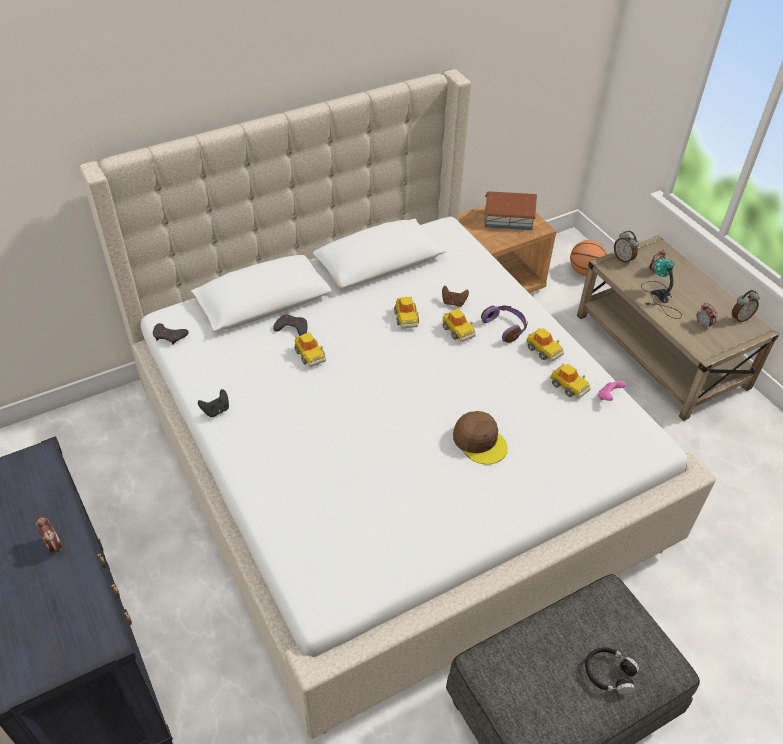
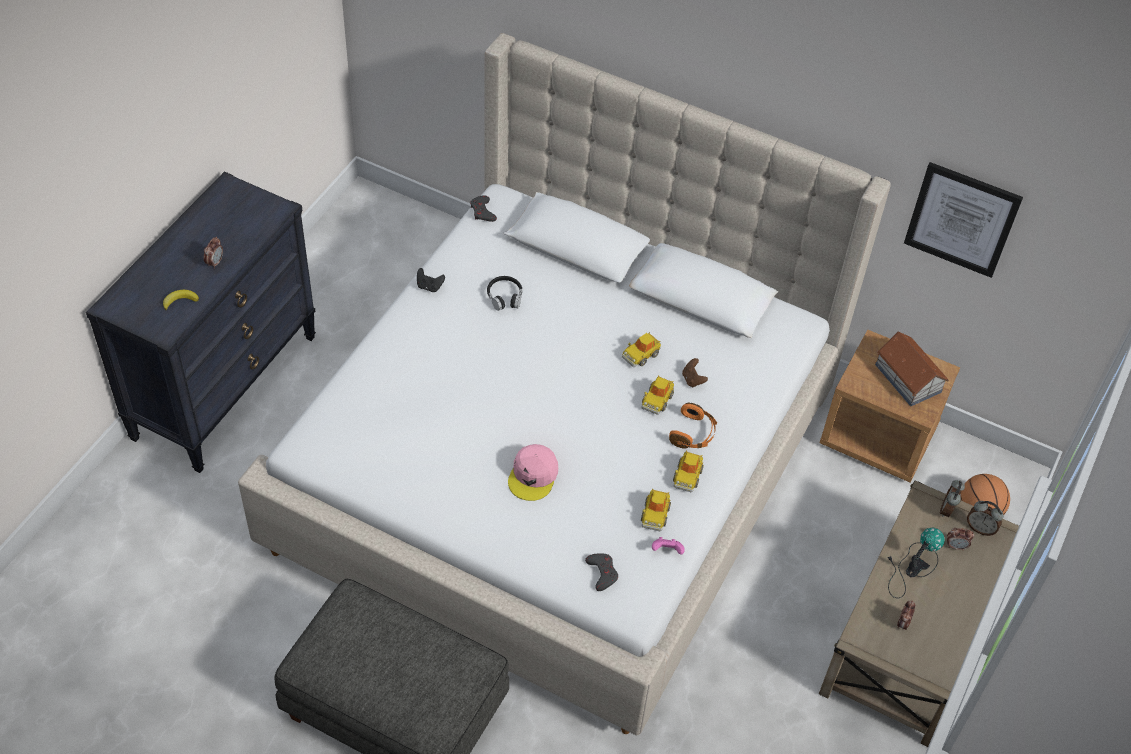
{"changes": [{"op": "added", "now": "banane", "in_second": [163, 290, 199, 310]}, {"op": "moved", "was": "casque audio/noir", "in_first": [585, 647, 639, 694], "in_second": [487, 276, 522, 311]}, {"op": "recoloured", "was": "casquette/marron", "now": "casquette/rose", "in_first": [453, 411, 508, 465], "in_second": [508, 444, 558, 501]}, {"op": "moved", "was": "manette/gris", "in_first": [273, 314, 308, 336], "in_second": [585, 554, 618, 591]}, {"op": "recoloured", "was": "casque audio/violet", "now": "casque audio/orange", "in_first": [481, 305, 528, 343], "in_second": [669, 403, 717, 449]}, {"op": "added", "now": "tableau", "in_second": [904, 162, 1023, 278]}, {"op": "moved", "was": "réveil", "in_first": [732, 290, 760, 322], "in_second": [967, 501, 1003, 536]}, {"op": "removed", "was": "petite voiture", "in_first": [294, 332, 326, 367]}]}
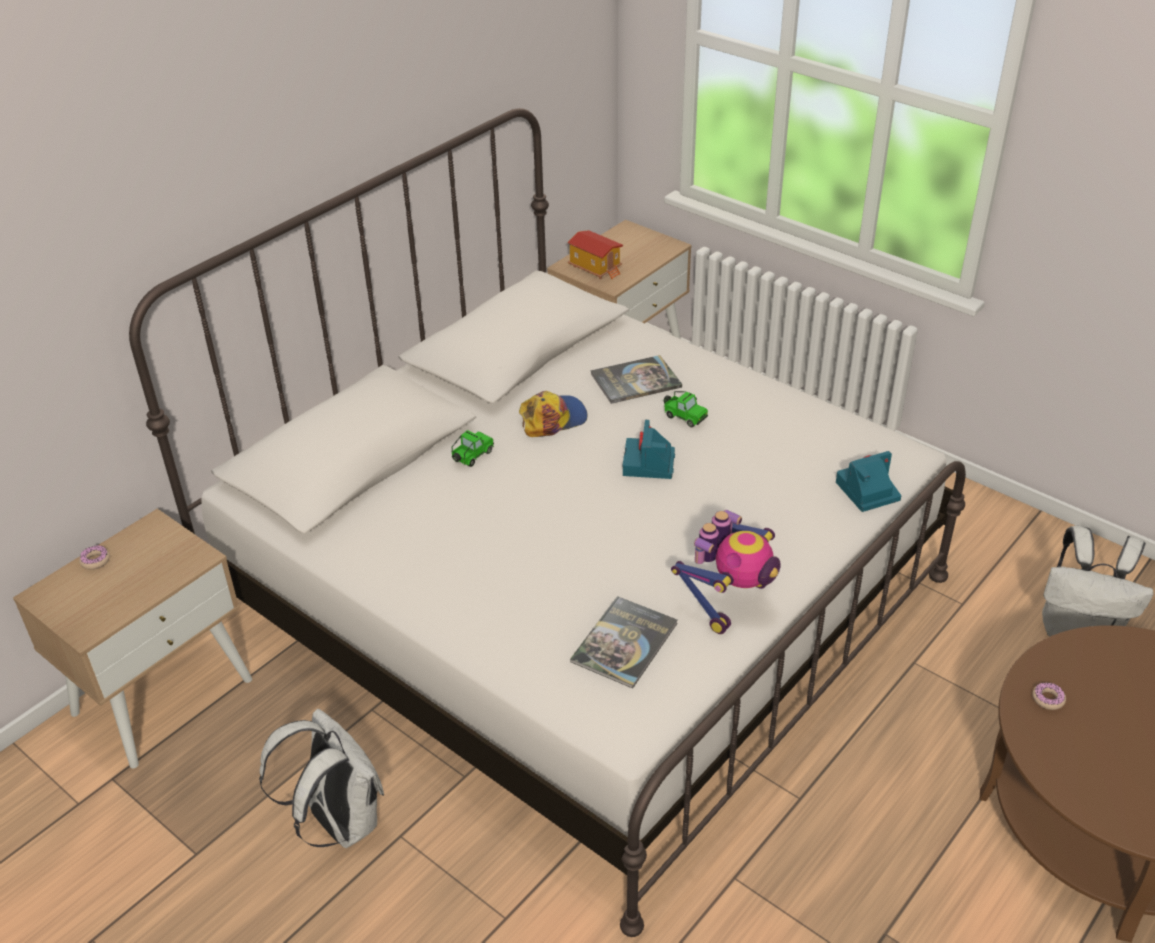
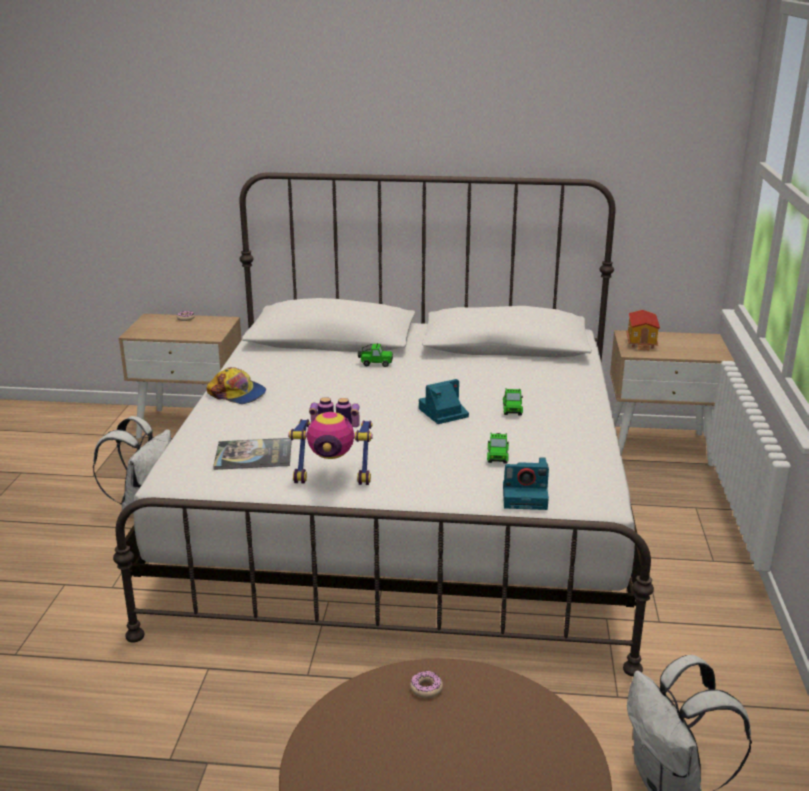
{"changes": [{"op": "moved", "was": "casquette", "in_first": [519, 391, 587, 437], "in_second": [206, 367, 266, 404]}, {"op": "added", "now": "petite voiture", "in_second": [487, 432, 509, 464]}, {"op": "turned", "was": "appareil photo", "in_first": [836, 451, 901, 512], "in_second": [503, 457, 549, 510], "clockwise": 150}, {"op": "removed", "was": "livre", "in_first": [590, 355, 682, 404]}]}
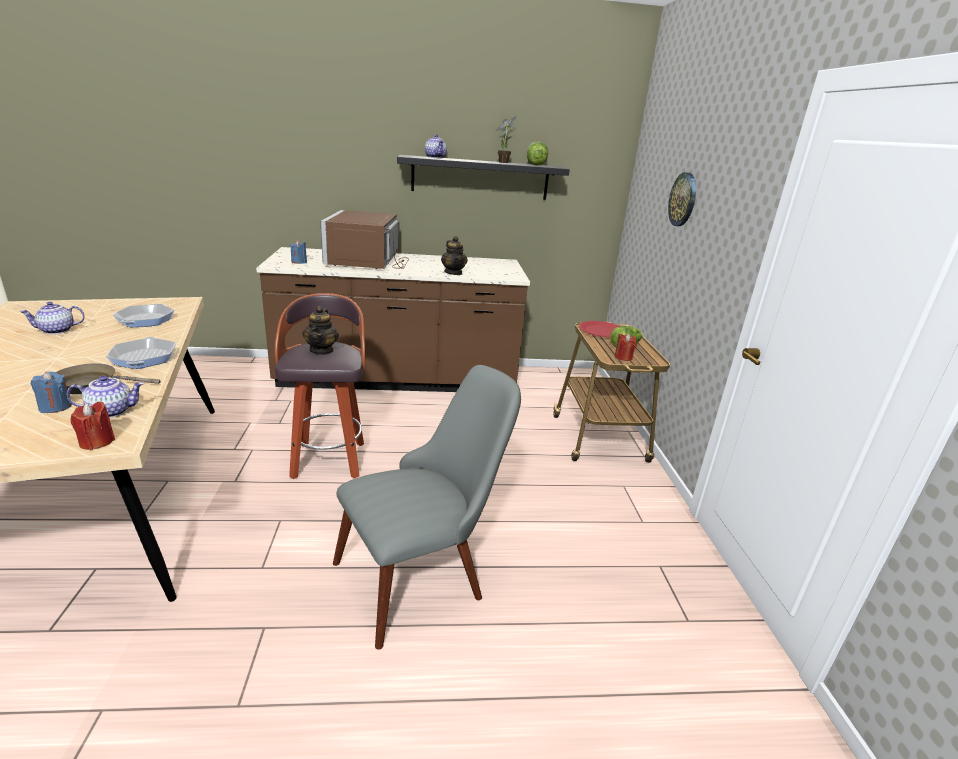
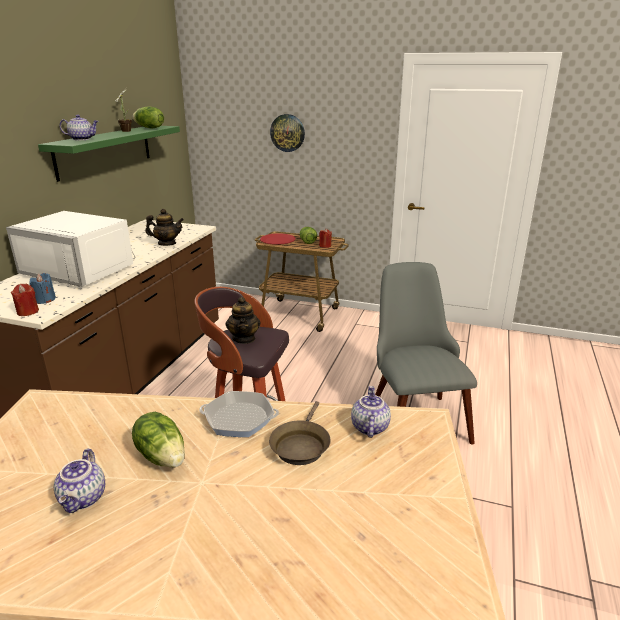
{"changes": [{"op": "recoloured", "was": "micro-ondes/marron", "now": "micro-ondes/blanc", "in_first": [321, 210, 409, 269], "in_second": [6, 211, 135, 287]}, {"op": "moved", "was": "bougie/rouge", "in_first": [71, 401, 115, 450], "in_second": [11, 284, 39, 316]}, {"op": "recoloured", "was": "étagère/noir", "now": "étagère/vert", "in_first": [397, 155, 570, 200], "in_second": [38, 126, 180, 182]}, {"op": "added", "now": "laitue", "in_second": [132, 412, 185, 467]}, {"op": "turned", "was": "théière", "in_first": [303, 306, 339, 355], "in_second": [225, 297, 261, 344], "clockwise": 60}, {"op": "removed", "was": "bougie/bleu", "in_first": [30, 372, 72, 413]}, {"op": "removed", "was": "poêle", "in_first": [112, 304, 174, 327]}]}
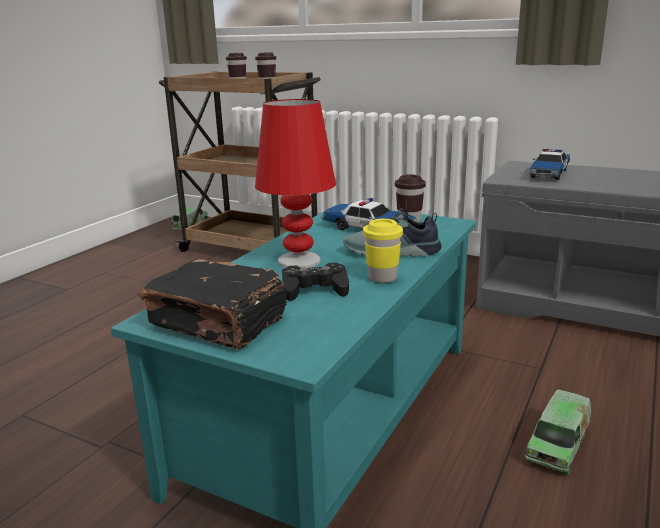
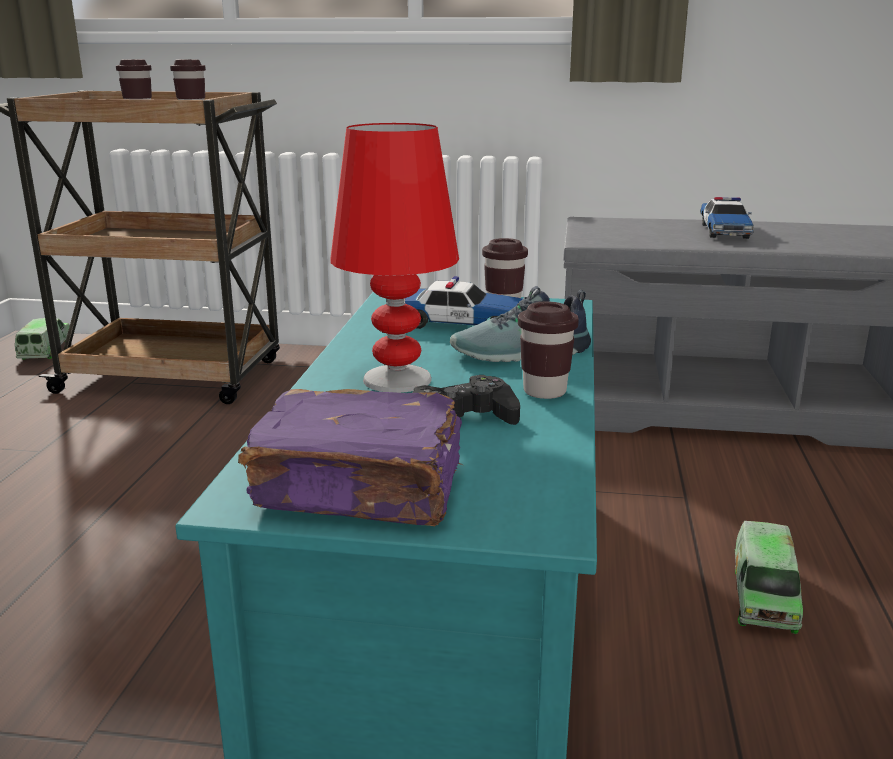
{"changes": [{"op": "recoloured", "was": "livre/noir", "now": "livre/violet", "in_first": [138, 259, 287, 349], "in_second": [238, 389, 463, 526]}, {"op": "recoloured", "was": "tasse/jaune", "now": "tasse/marron", "in_first": [363, 219, 403, 283], "in_second": [518, 302, 579, 399]}, {"op": "moved", "was": "petite voiture", "in_first": [529, 149, 570, 180], "in_second": [700, 197, 754, 239]}]}
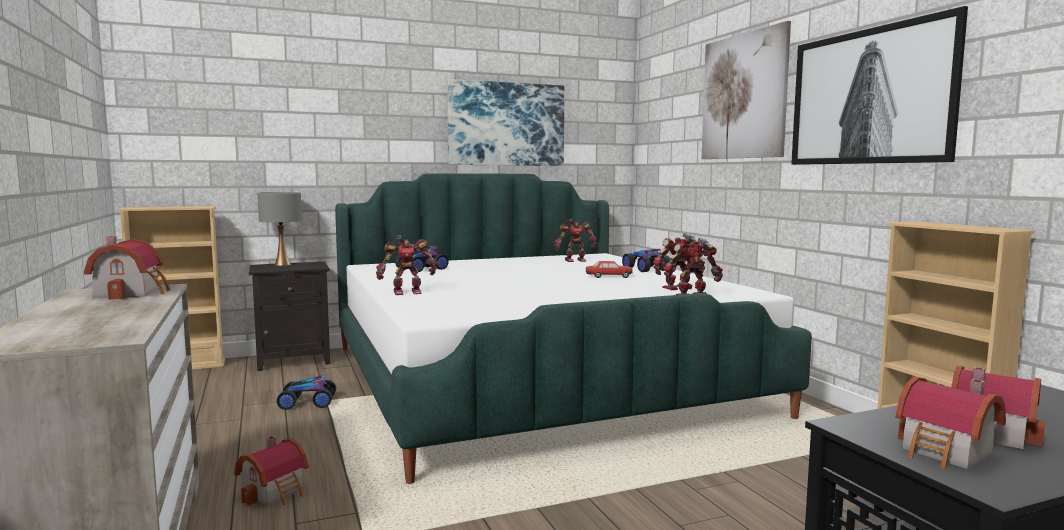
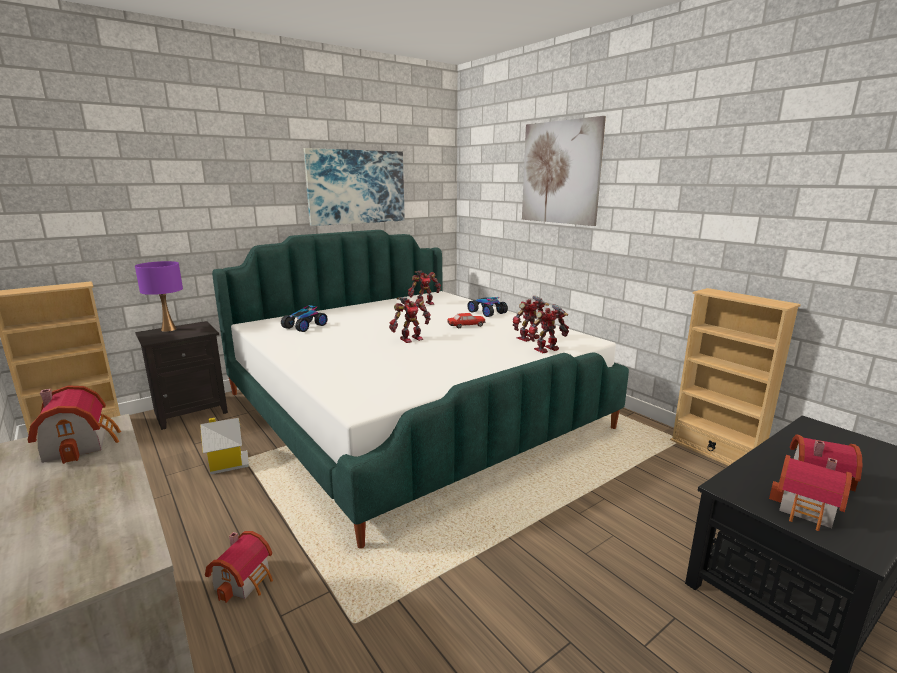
{"changes": [{"op": "recoloured", "was": "lampe de table/gris", "now": "lampe de table/violet", "in_first": [257, 192, 302, 266], "in_second": [135, 261, 183, 332]}, {"op": "replaced", "was": "petite voiture", "now": "maison miniature", "in_first": [277, 375, 336, 410], "in_second": [200, 418, 249, 475]}, {"op": "moved", "was": "robot jouet", "in_first": [376, 235, 438, 295], "in_second": [389, 297, 431, 343]}, {"op": "removed", "was": "tableau", "in_first": [791, 6, 968, 165]}]}
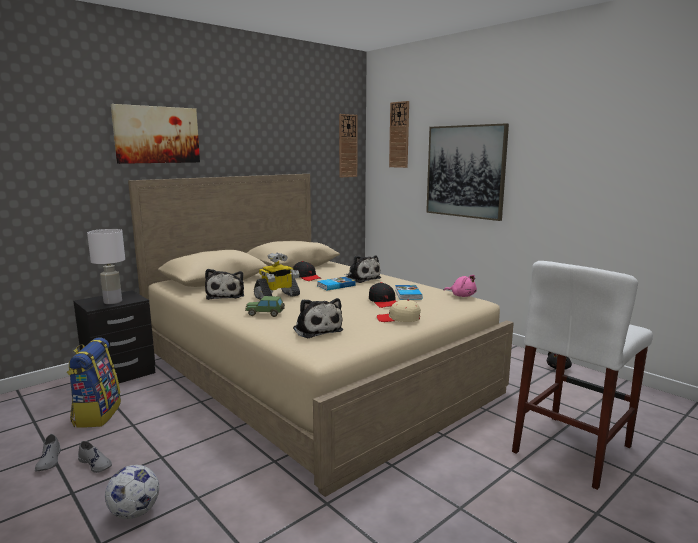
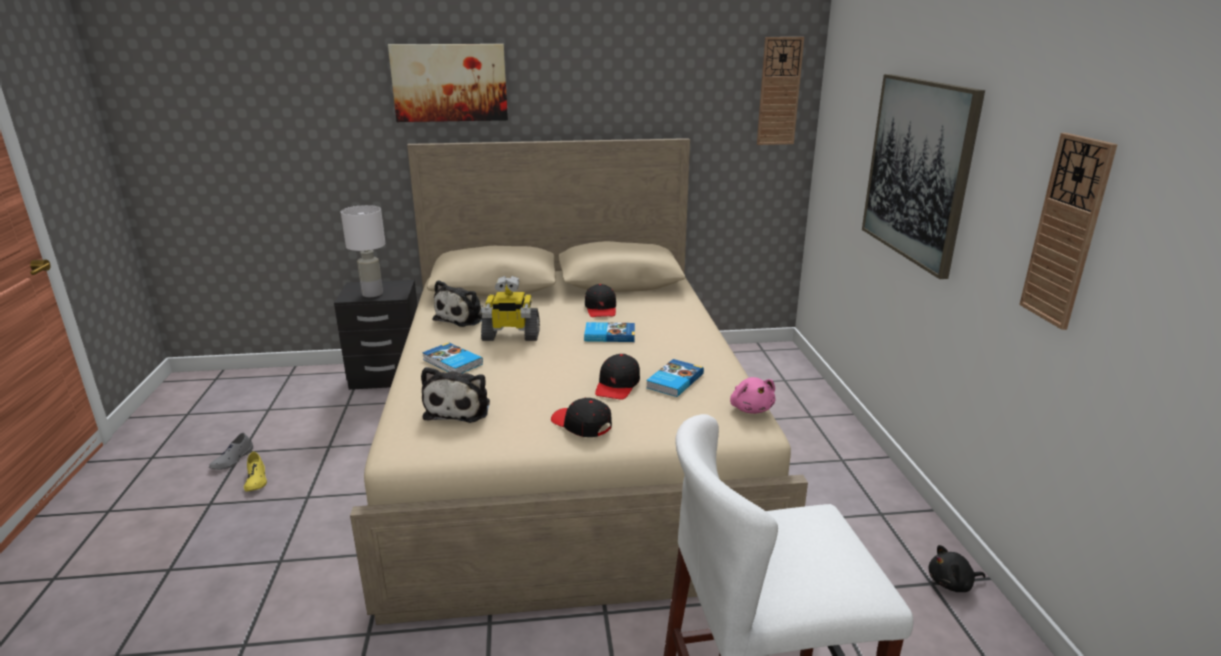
{"changes": [{"op": "recoloured", "was": "chaussure/gris", "now": "chaussure/jaune", "in_first": [78, 441, 112, 473], "in_second": [244, 452, 267, 492]}, {"op": "replaced", "was": "petite voiture", "now": "livre", "in_first": [245, 296, 285, 317], "in_second": [422, 342, 483, 373]}, {"op": "recoloured", "was": "casquette/beige", "now": "casquette/noir", "in_first": [377, 300, 421, 322], "in_second": [551, 398, 612, 437]}, {"op": "moved", "was": "horloge murale", "in_first": [389, 101, 409, 168], "in_second": [1019, 133, 1118, 330]}, {"op": "removed", "was": "sac à dos", "in_first": [67, 337, 121, 428]}, {"op": "removed", "was": "ballon de foot", "in_first": [105, 465, 159, 519]}, {"op": "removed", "was": "peluche", "in_first": [344, 255, 381, 283]}]}
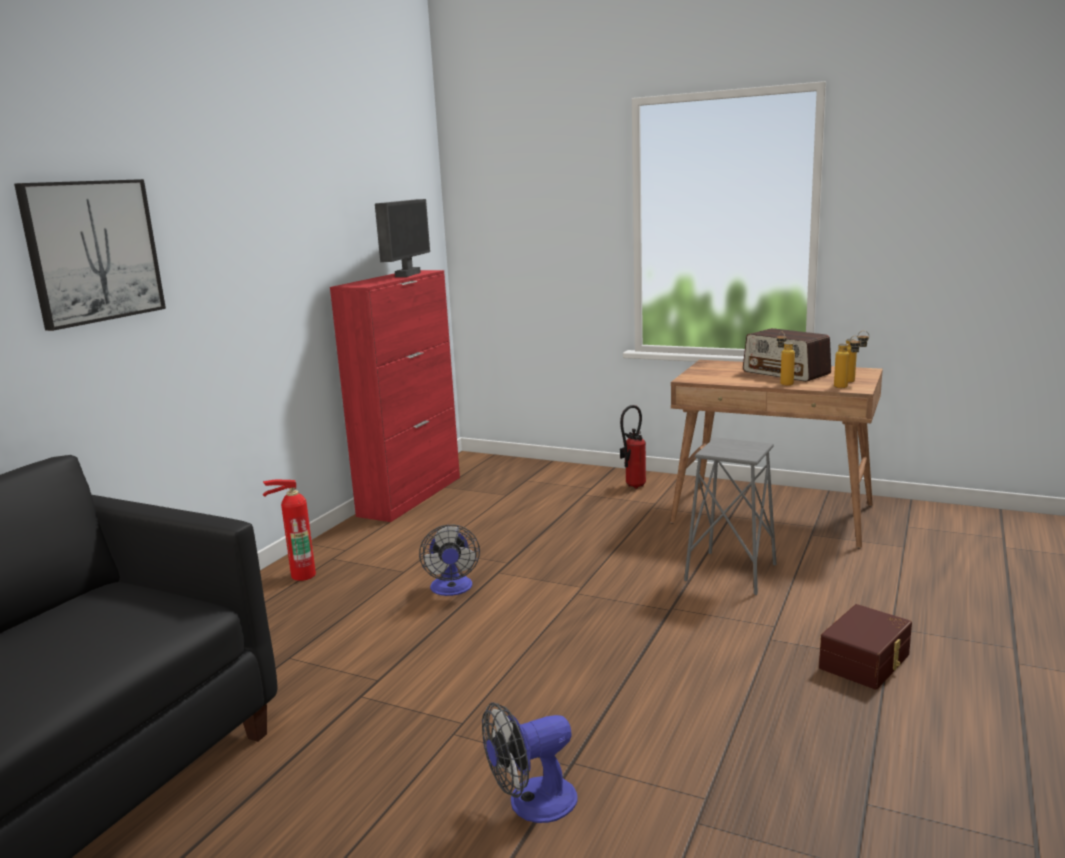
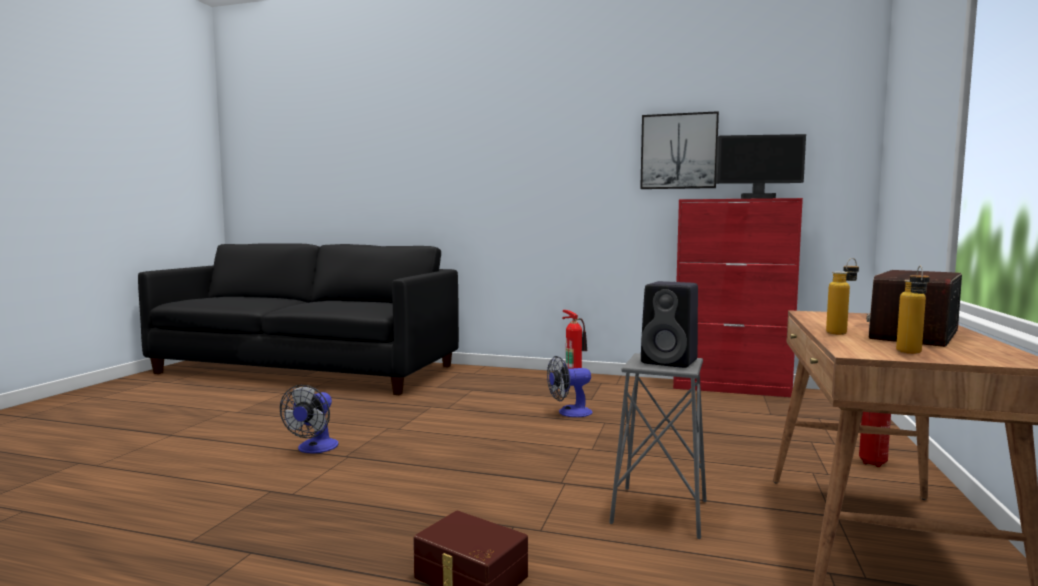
{"changes": [{"op": "turned", "was": "ventilateur", "in_first": [482, 702, 577, 823], "in_second": [280, 385, 339, 454], "clockwise": -135}, {"op": "moved", "was": "tableau", "in_first": [14, 179, 166, 331], "in_second": [640, 111, 719, 189]}, {"op": "added", "now": "enceinte/noir", "in_second": [641, 281, 698, 368]}, {"op": "removed", "was": "bouteille", "in_first": [834, 336, 861, 388]}]}
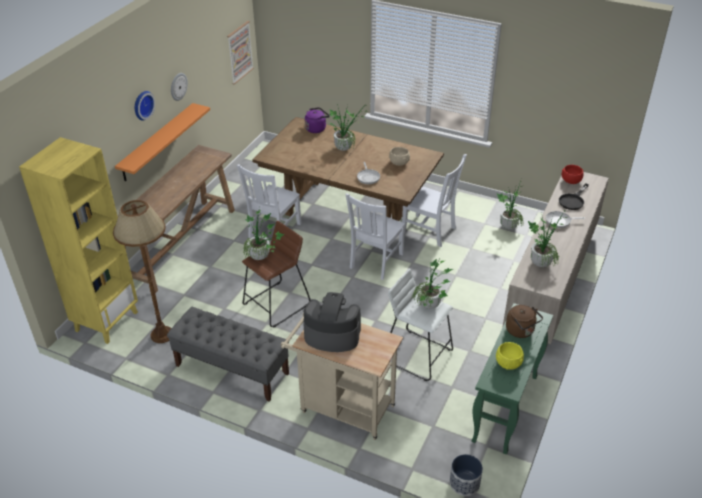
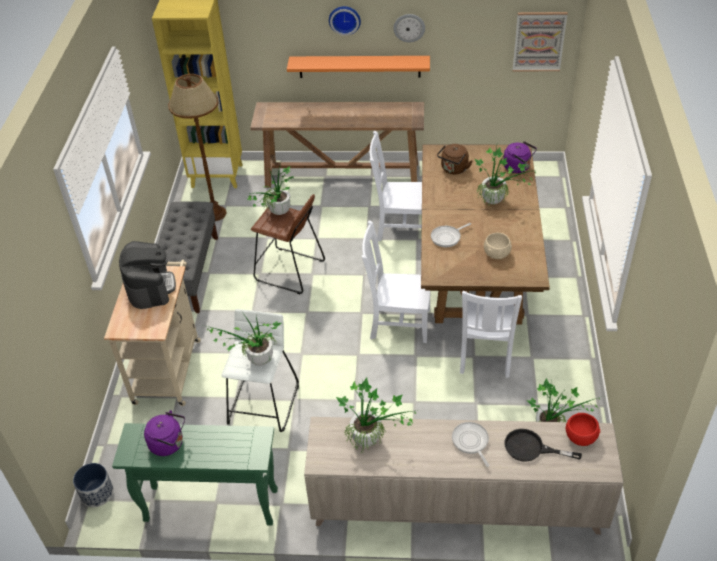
{"changes": [{"op": "replaced", "was": "bol/jaune", "now": "bouilloire/violet", "in_first": [496, 342, 524, 370], "in_second": [144, 410, 185, 456]}, {"op": "moved", "was": "bouilloire/marron", "in_first": [506, 305, 543, 338], "in_second": [437, 144, 472, 174]}]}
